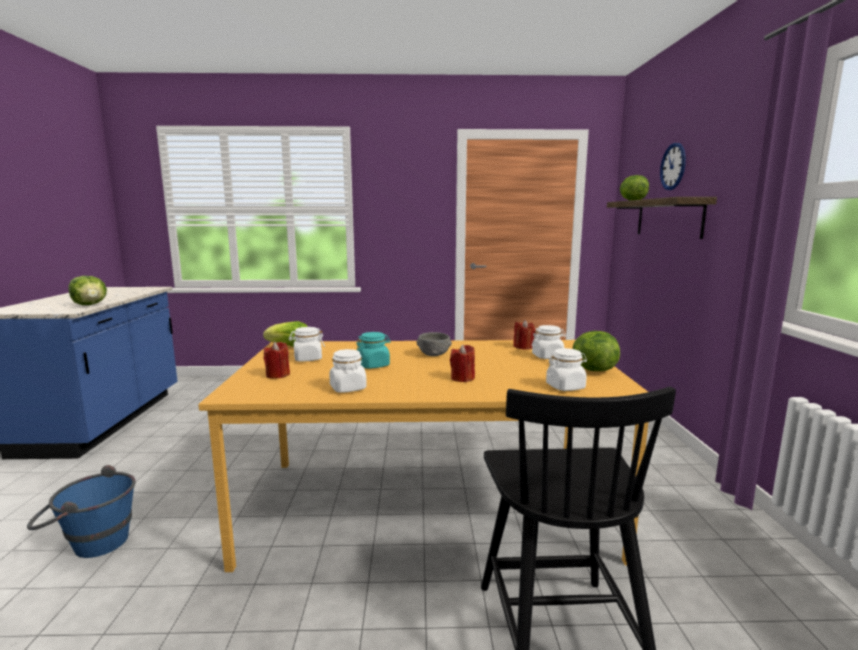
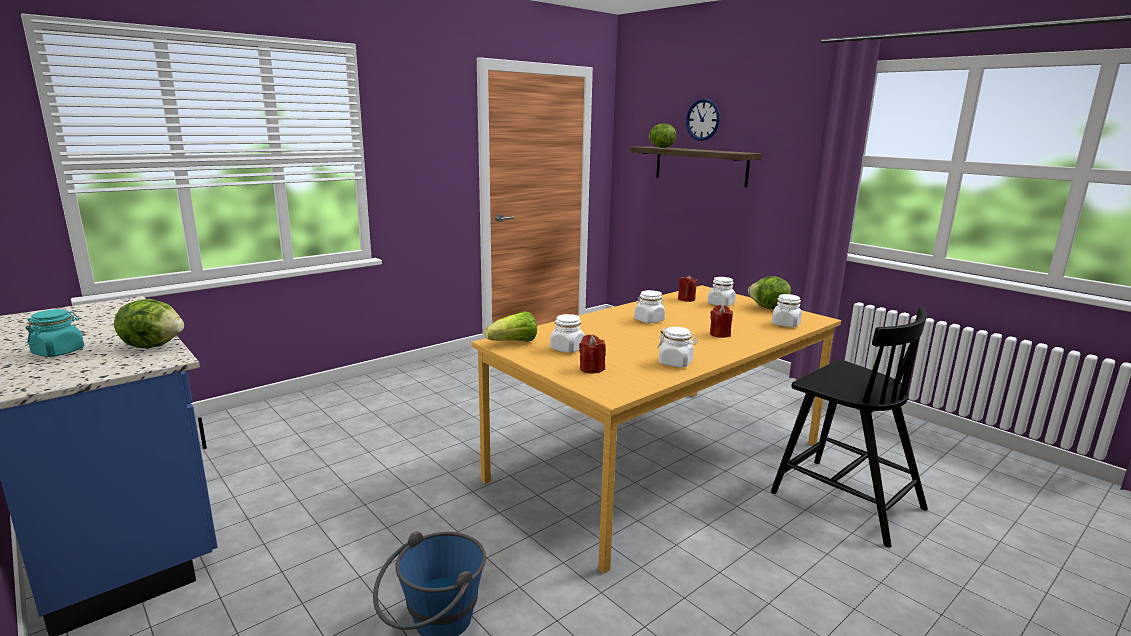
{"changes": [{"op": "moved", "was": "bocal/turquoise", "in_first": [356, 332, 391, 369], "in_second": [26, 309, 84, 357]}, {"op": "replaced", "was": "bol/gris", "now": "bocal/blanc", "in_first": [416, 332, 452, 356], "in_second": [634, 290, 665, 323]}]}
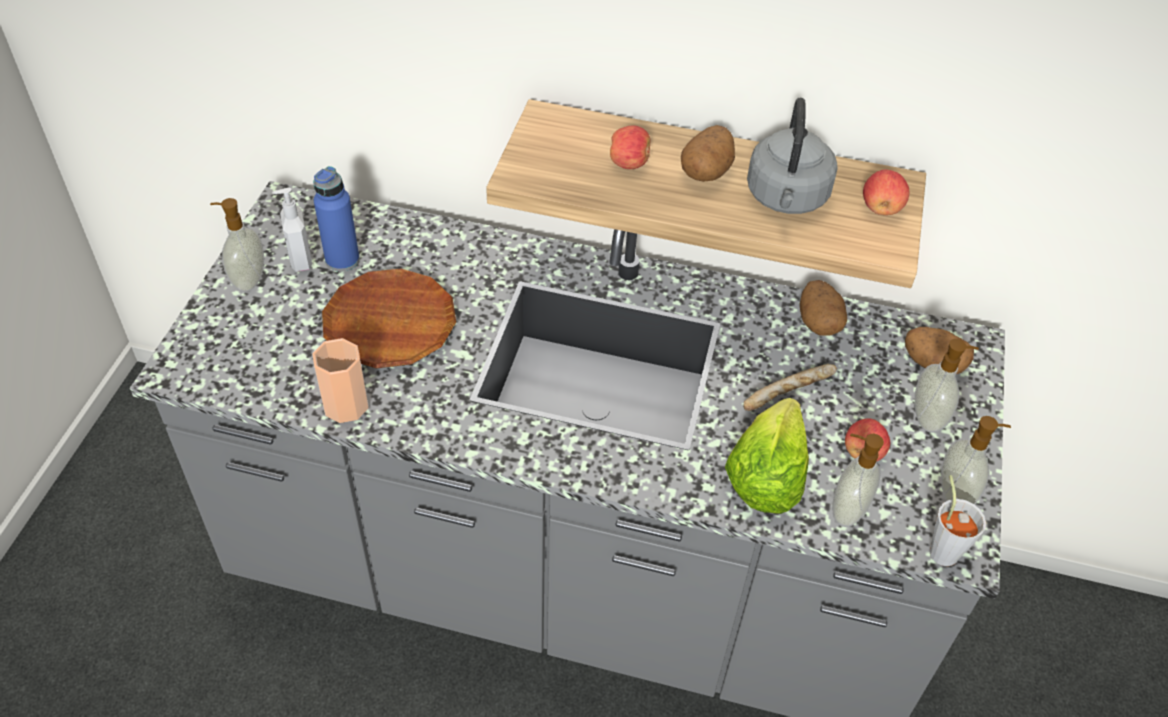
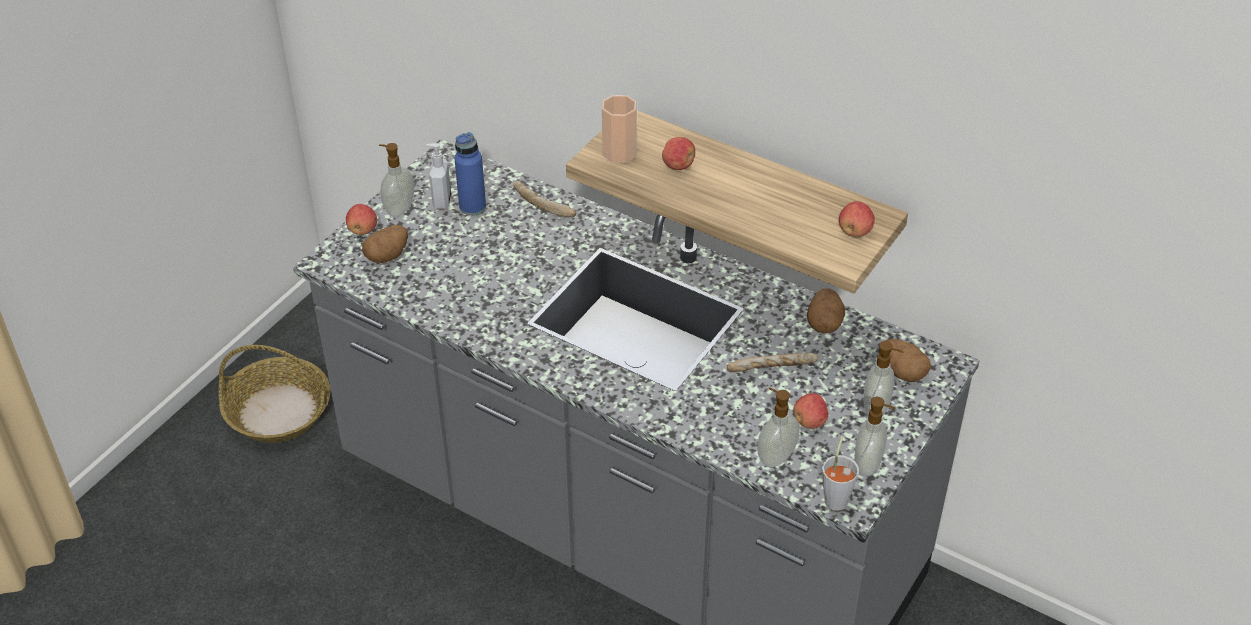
{"changes": [{"op": "added", "now": "panier", "in_second": [218, 345, 330, 443]}, {"op": "added", "now": "pomme", "in_second": [346, 204, 377, 235]}, {"op": "moved", "was": "pomme de terre", "in_first": [681, 125, 735, 182], "in_second": [362, 225, 408, 263]}, {"op": "added", "now": "pain", "in_second": [513, 181, 576, 217]}, {"op": "moved", "was": "tasse", "in_first": [312, 338, 369, 423], "in_second": [602, 95, 637, 163]}, {"op": "removed", "was": "assiette/marron", "in_first": [322, 268, 456, 368]}, {"op": "removed", "was": "laitue", "in_first": [725, 398, 809, 514]}, {"op": "removed", "was": "bouilloire/gris", "in_first": [747, 98, 838, 214]}]}
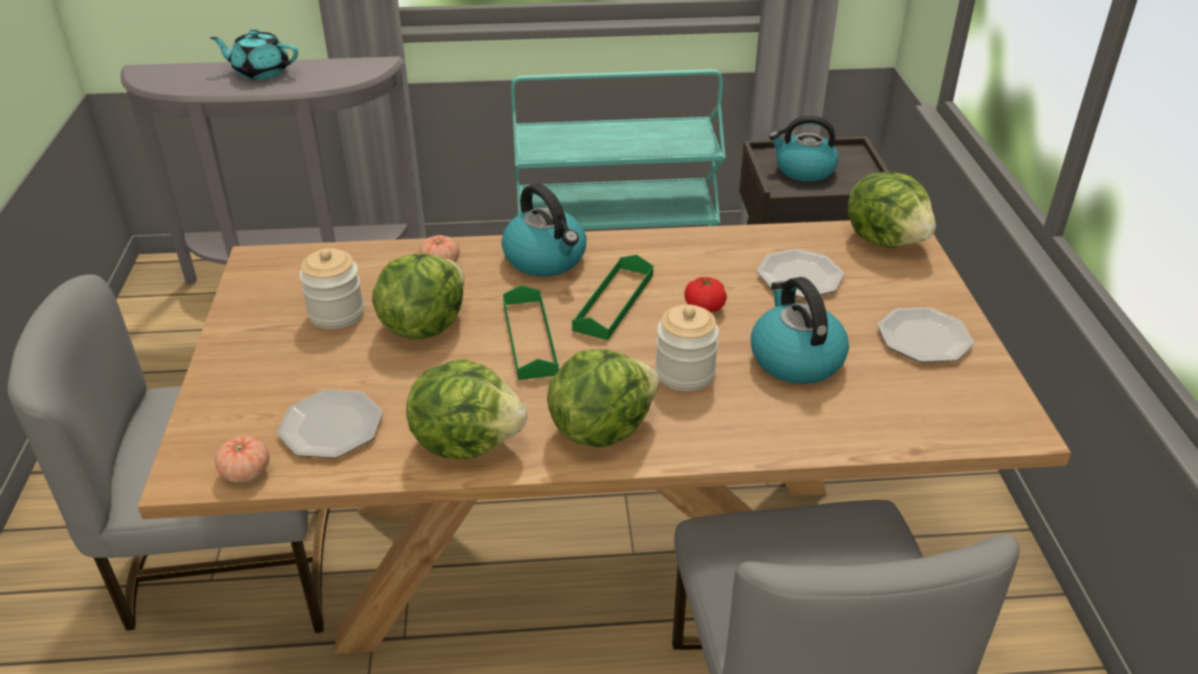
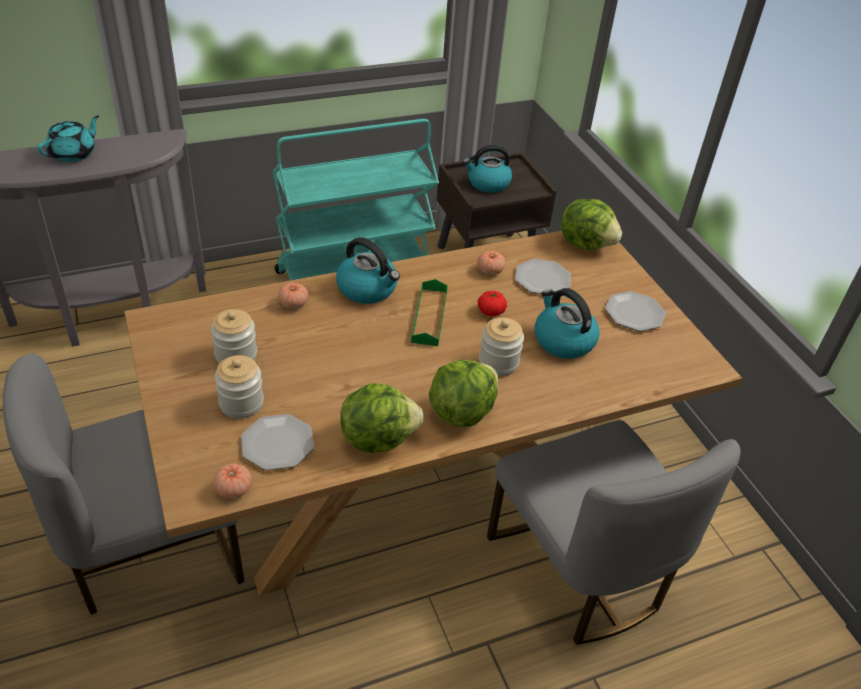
{"changes": [{"op": "turned", "was": "théière/turquoise", "in_first": [210, 30, 298, 80], "in_second": [38, 115, 99, 162], "clockwise": 135}, {"op": "added", "now": "bocal", "in_second": [215, 355, 264, 419]}, {"op": "added", "now": "tomate", "in_second": [477, 251, 505, 275]}, {"op": "removed", "was": "laitue", "in_first": [372, 253, 464, 339]}, {"op": "removed", "was": "plateau/vert", "in_first": [503, 285, 559, 380]}]}
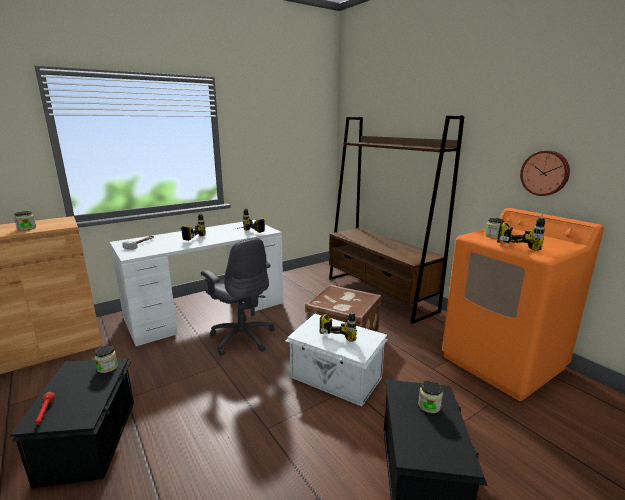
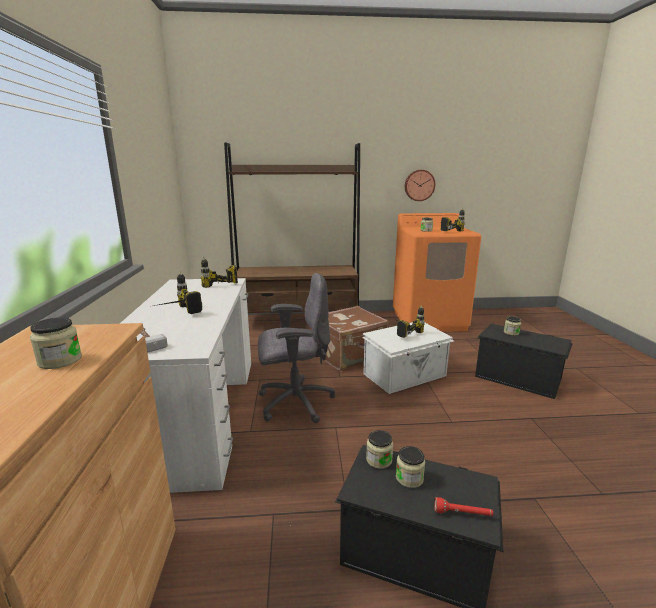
{"changes": [{"op": "added", "now": "bocal", "in_second": [396, 446, 425, 488]}]}
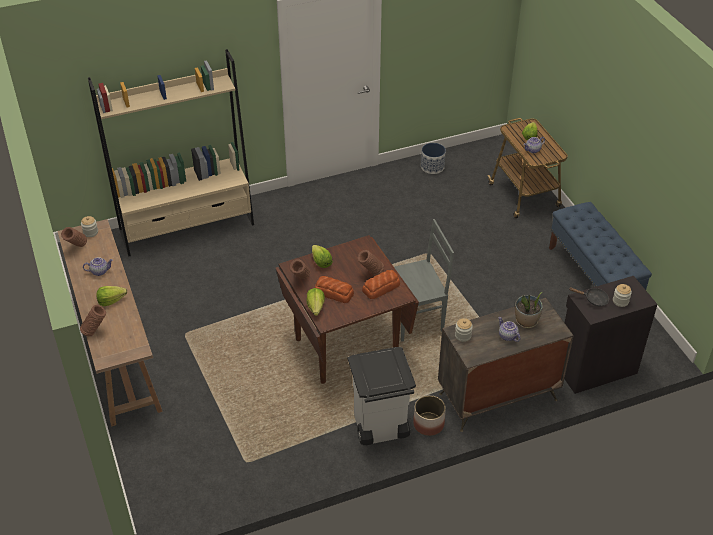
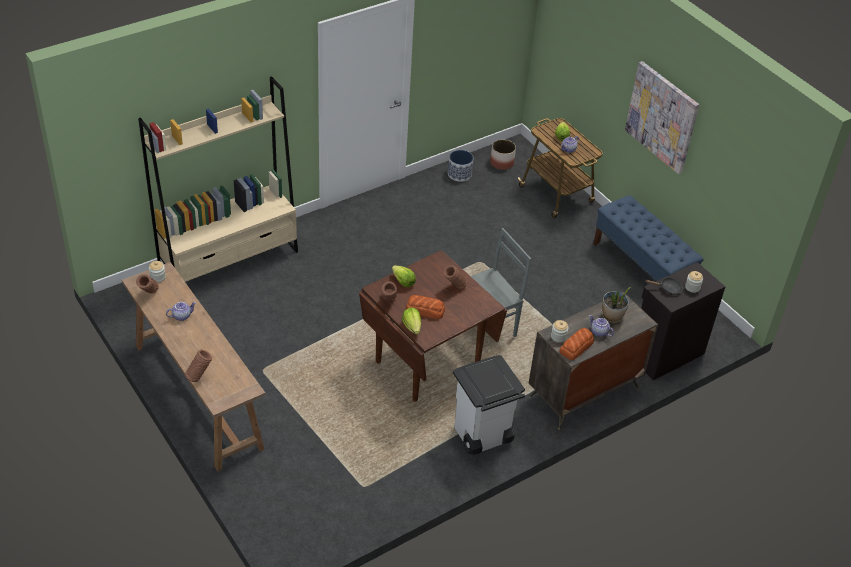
{"changes": [{"op": "moved", "was": "cache-pot", "in_first": [413, 395, 446, 436], "in_second": [490, 139, 516, 170]}, {"op": "moved", "was": "pain", "in_first": [362, 270, 400, 299], "in_second": [559, 328, 594, 360]}, {"op": "added", "now": "tableau", "in_second": [625, 61, 699, 174]}, {"op": "removed", "was": "laitue", "in_first": [96, 286, 127, 306]}]}
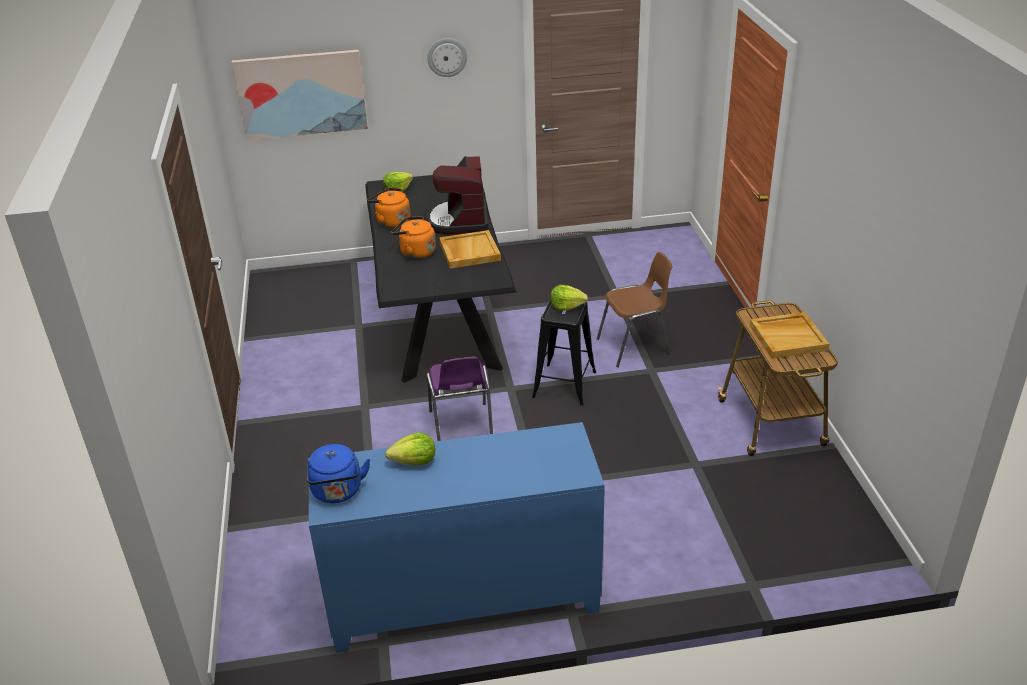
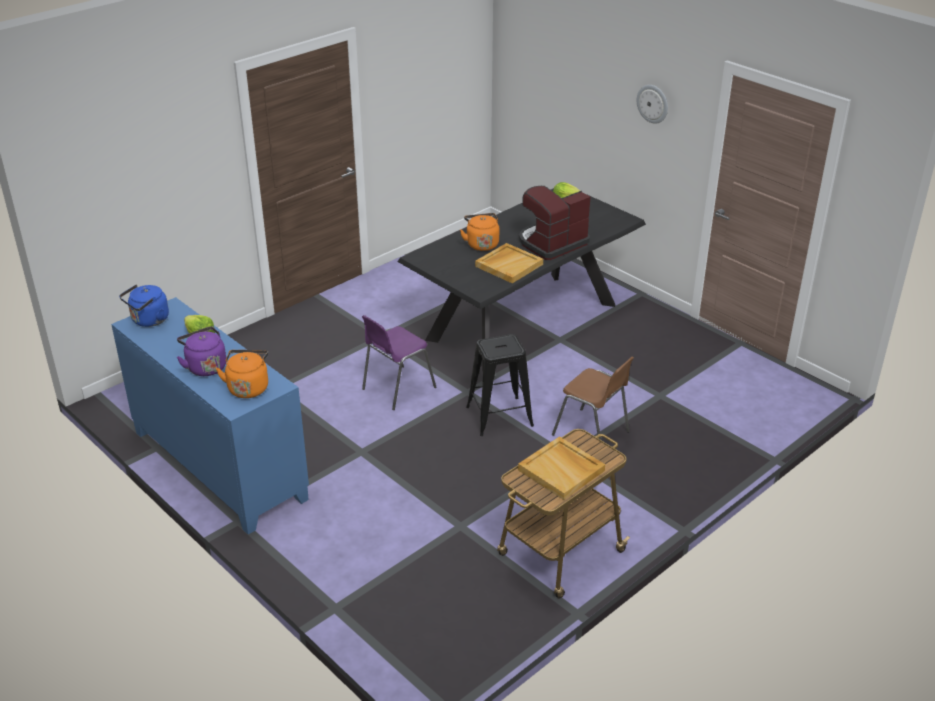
{"changes": [{"op": "added", "now": "bouilloire/violet", "in_second": [177, 327, 226, 376]}, {"op": "moved", "was": "bouilloire/orange", "in_first": [368, 188, 411, 228], "in_second": [216, 350, 268, 398]}, {"op": "removed", "was": "tableau", "in_first": [232, 50, 368, 140]}, {"op": "removed", "was": "laitue", "in_first": [551, 285, 588, 311]}]}
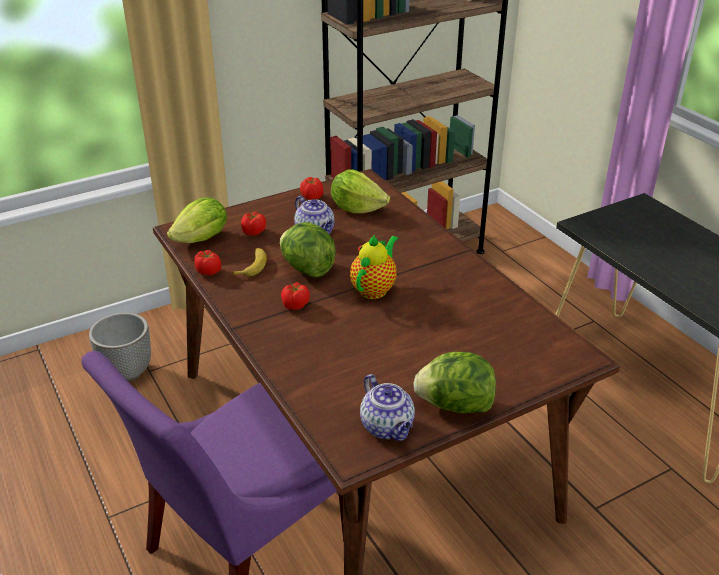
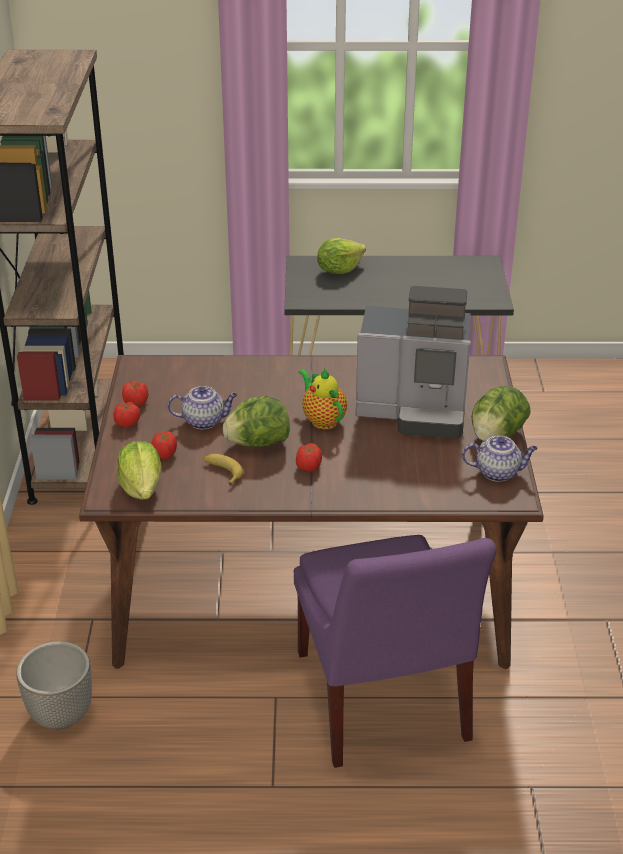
{"changes": [{"op": "moved", "was": "tomate", "in_first": [194, 250, 221, 275], "in_second": [113, 402, 140, 427]}, {"op": "moved", "was": "laitue", "in_first": [331, 170, 390, 213], "in_second": [317, 238, 366, 274]}, {"op": "added", "now": "machine à café", "in_second": [356, 286, 471, 439]}]}
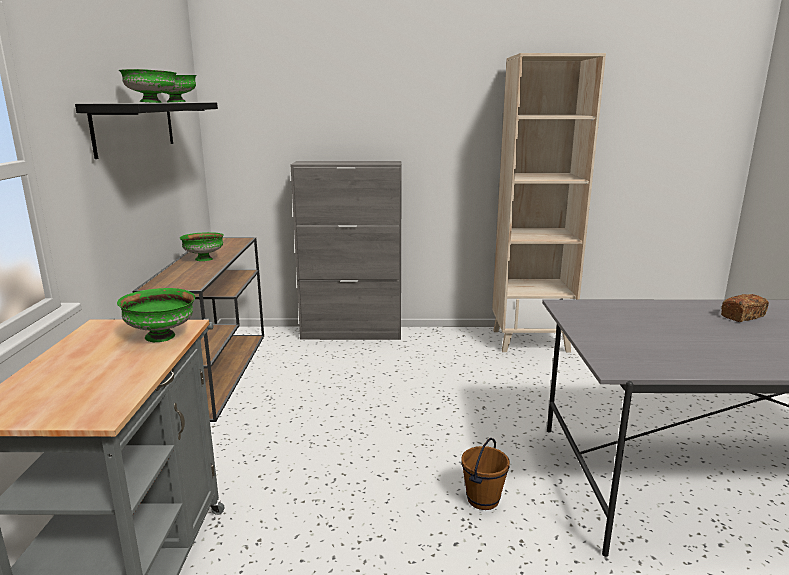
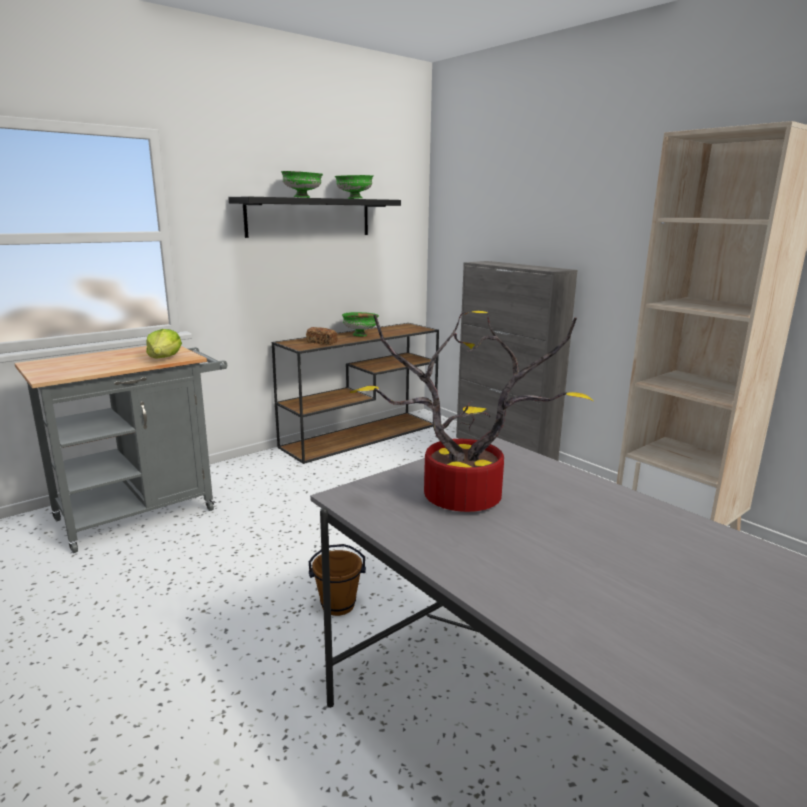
{"changes": [{"op": "replaced", "was": "bol/vert", "now": "laitue", "in_first": [117, 288, 195, 342], "in_second": [146, 329, 182, 359]}, {"op": "moved", "was": "pain", "in_first": [721, 294, 769, 322], "in_second": [306, 327, 337, 345]}, {"op": "added", "now": "plante en pot", "in_second": [350, 310, 593, 512]}]}
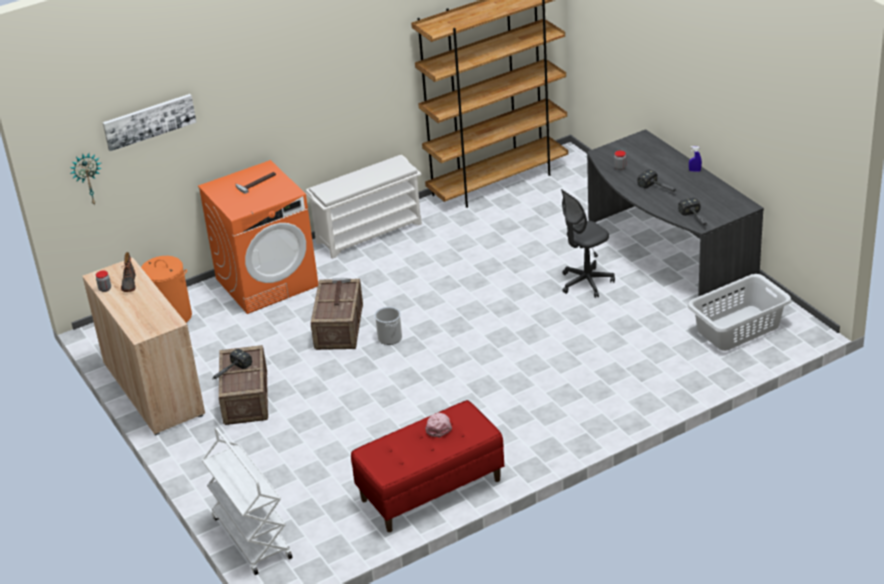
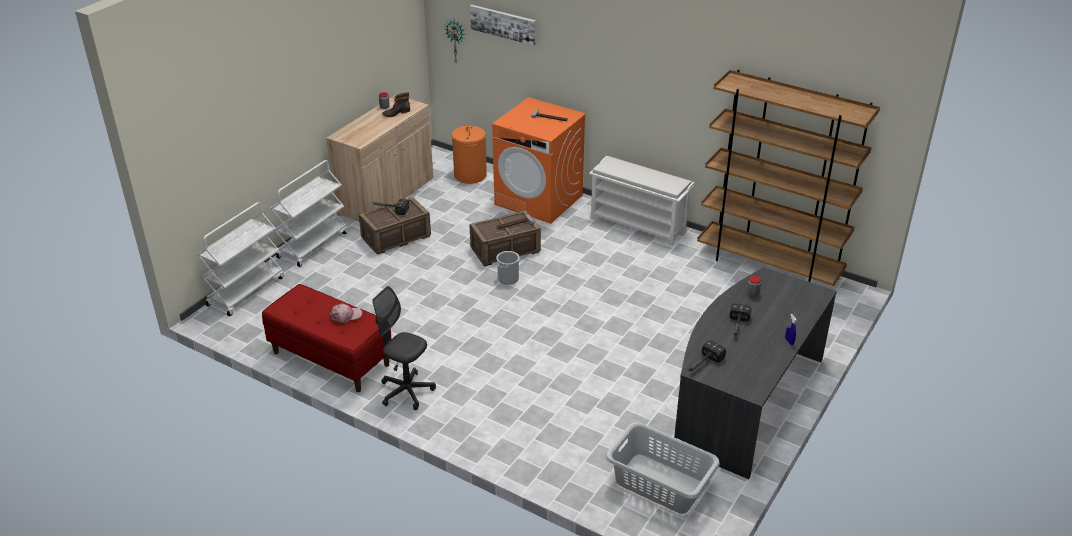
{"changes": [{"op": "added", "now": "chariot/blanc", "in_second": [270, 160, 348, 267]}, {"op": "moved", "was": "chaise de bureau/gris", "in_first": [561, 189, 615, 298], "in_second": [373, 286, 436, 410]}]}
